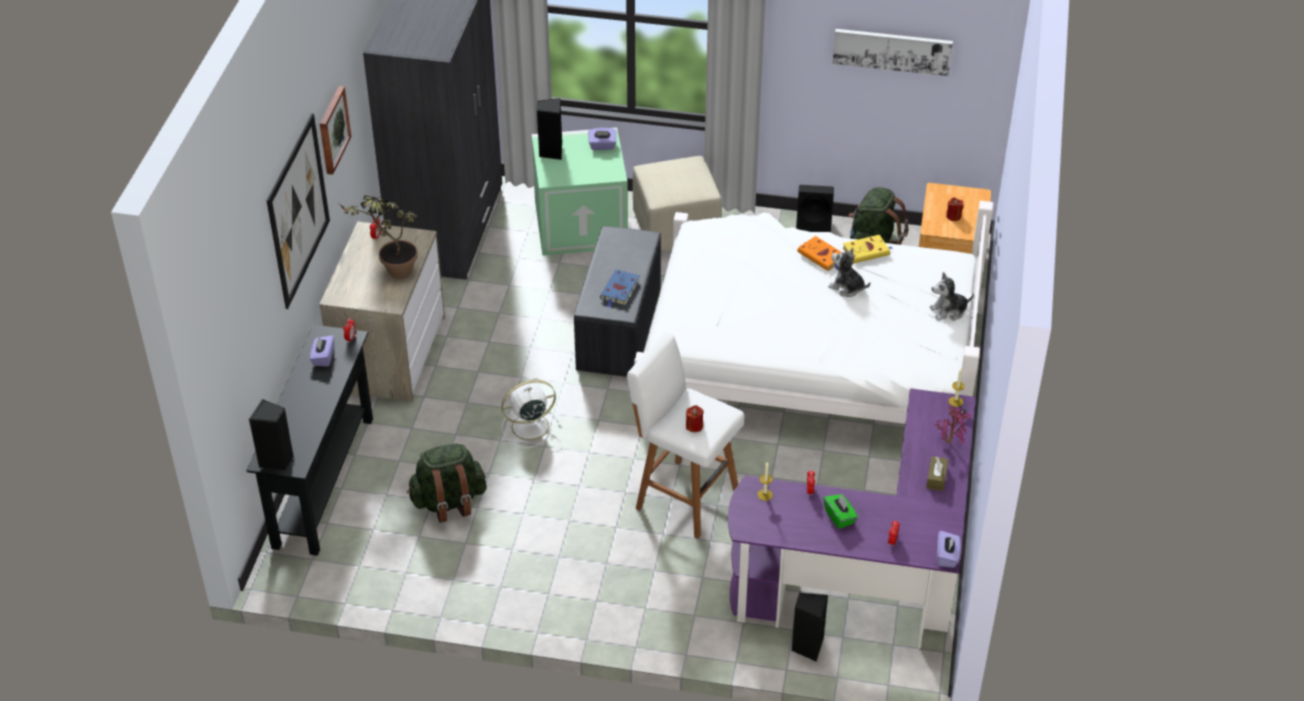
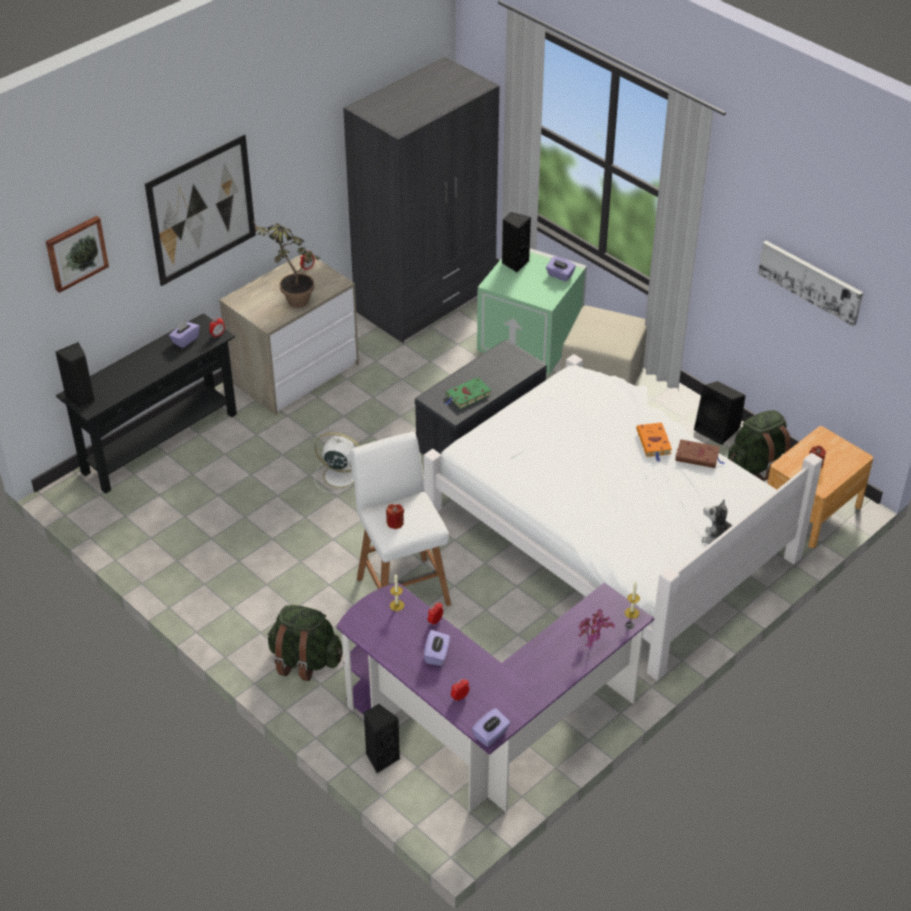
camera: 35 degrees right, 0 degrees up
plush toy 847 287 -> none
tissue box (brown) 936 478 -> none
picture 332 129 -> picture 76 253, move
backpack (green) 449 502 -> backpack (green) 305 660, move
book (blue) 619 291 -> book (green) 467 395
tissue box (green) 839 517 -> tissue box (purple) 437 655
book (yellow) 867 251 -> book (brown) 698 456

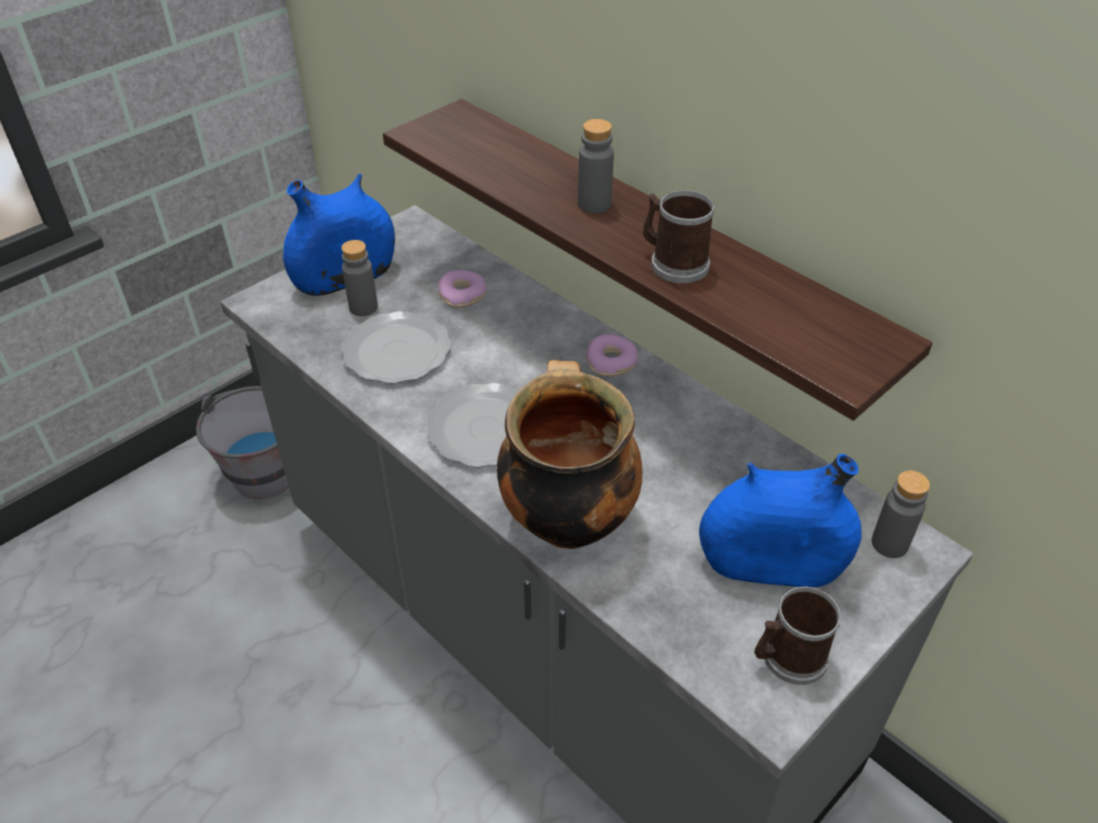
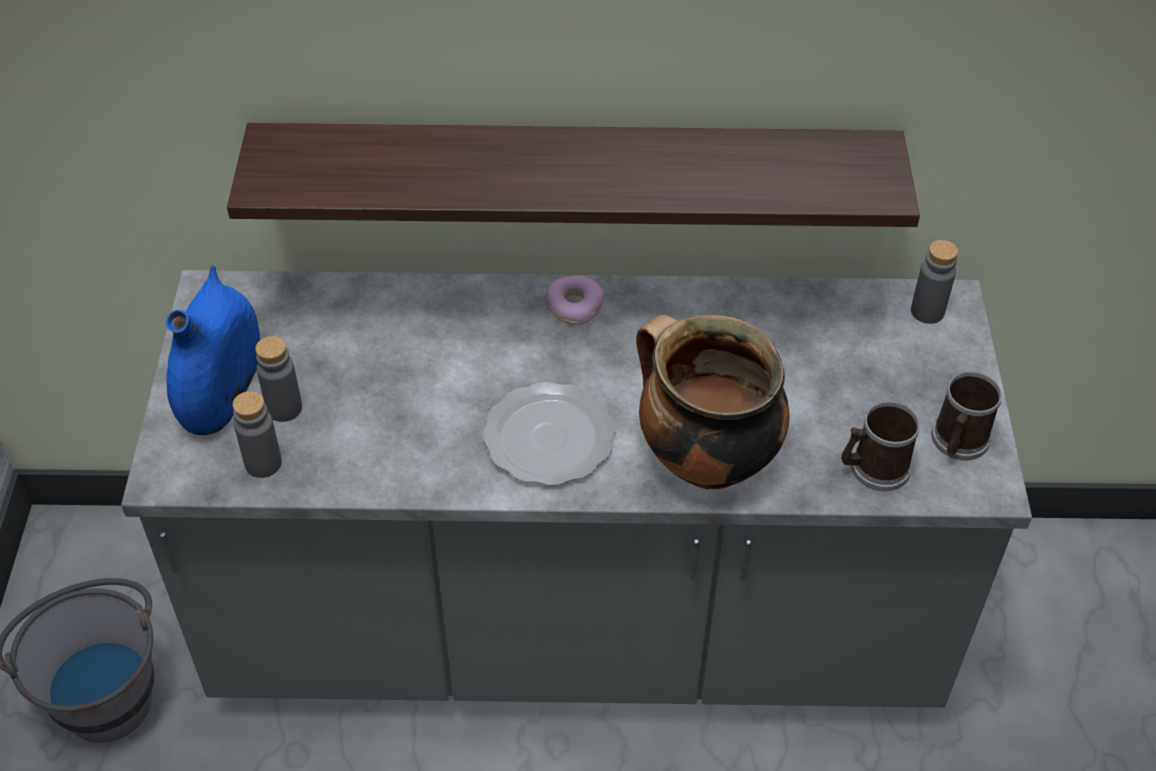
camera: 45 degrees left, 5 degrees up
plate 395 351 -> none
donut 462 295 -> none
vase (blue) 771 564 -> none
bottle (grey) 594 204 -> bottle (grey) 263 463, move
mug 673 263 -> mug 873 468, move

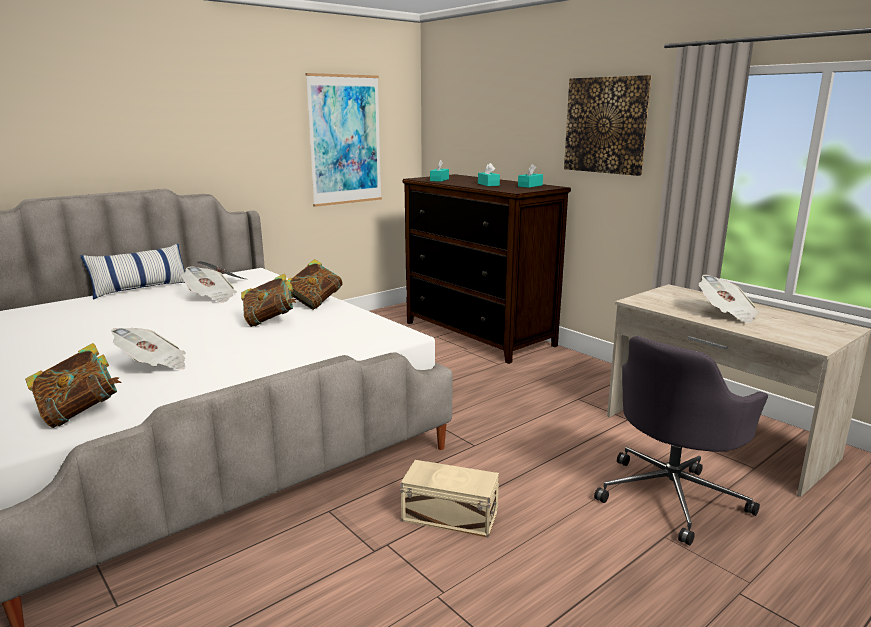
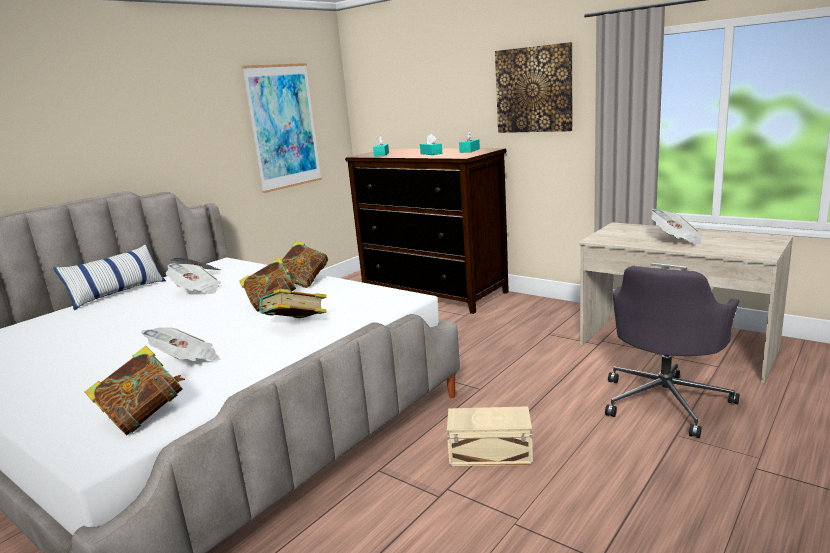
camera: 10 degrees left, 0 degrees up
none -> book 295 326

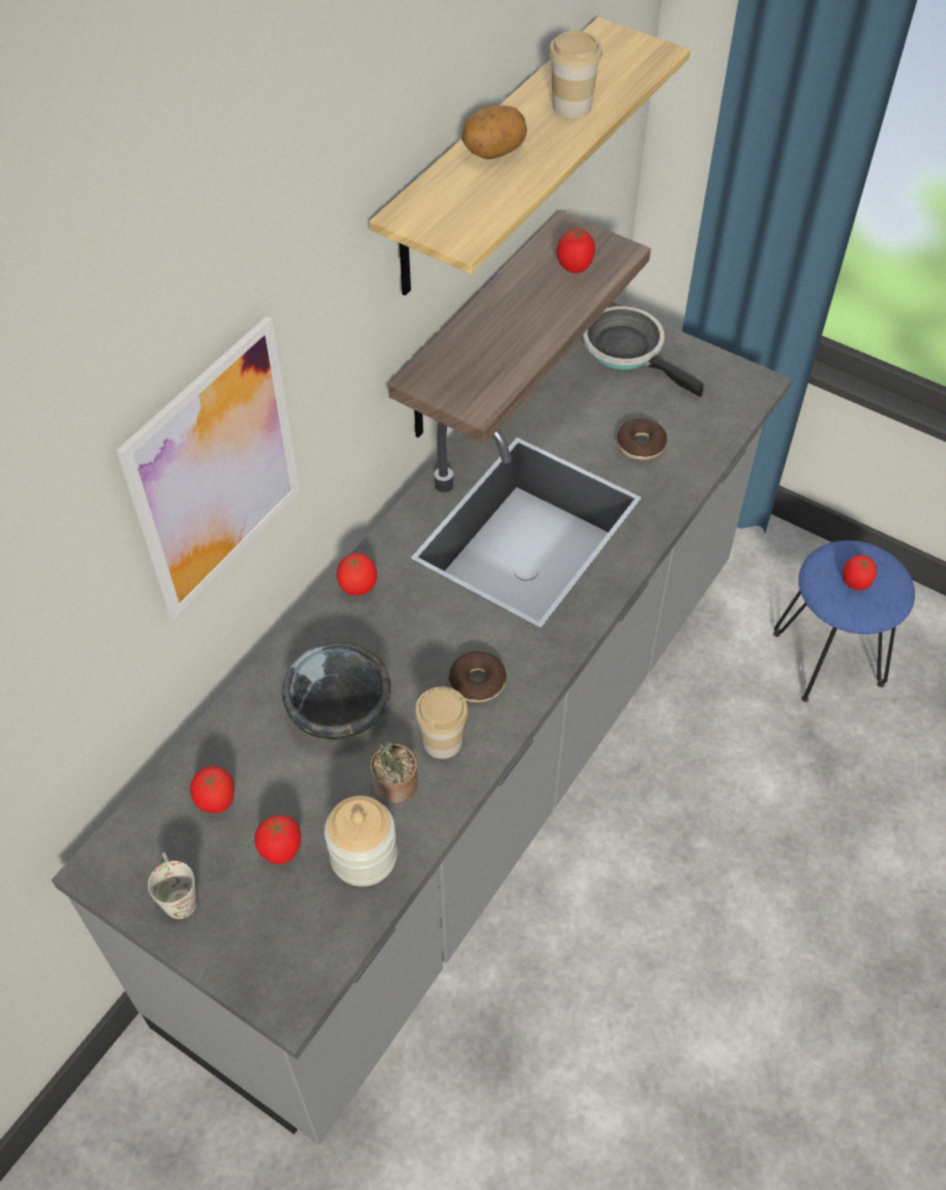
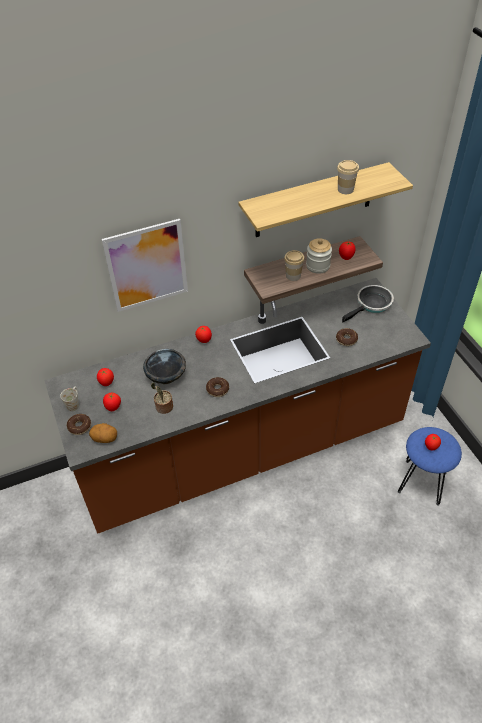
camera: 35 degrees right, 5 degrees down
none -> donut 79 426
jar 363 856 -> jar 318 266, move
cup 442 741 -> cup 293 276, move
potato 493 153 -> potato 105 438, move
counter (grey) 473 782 -> counter (brown) 243 451
frying pan 628 351 -> frying pan 372 304, 60 degrees clockwise

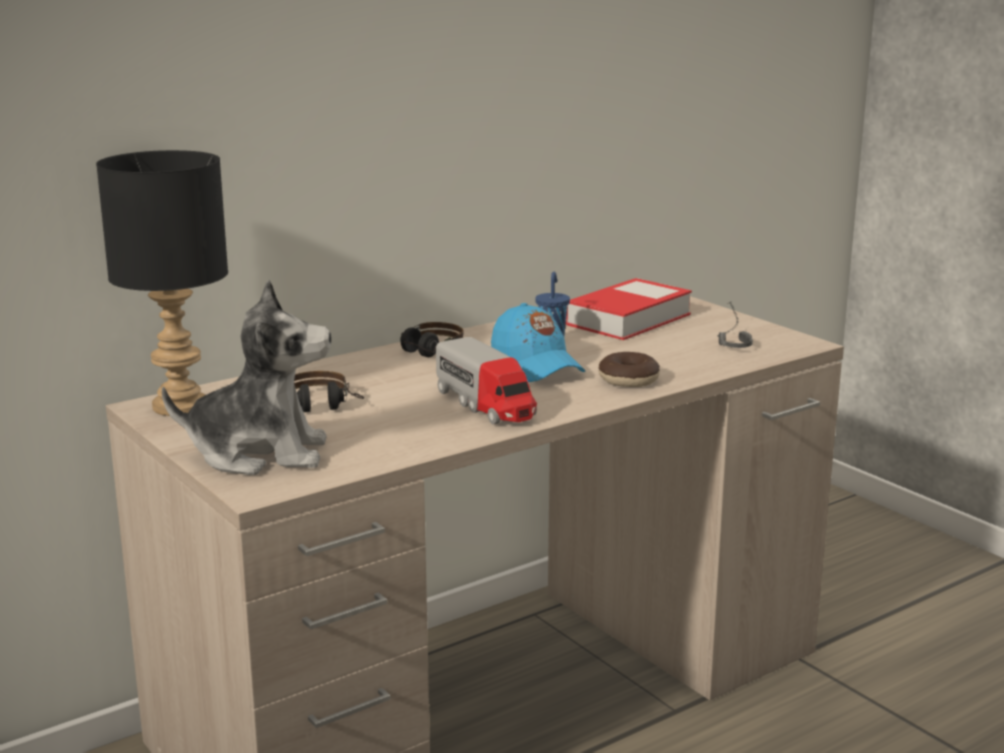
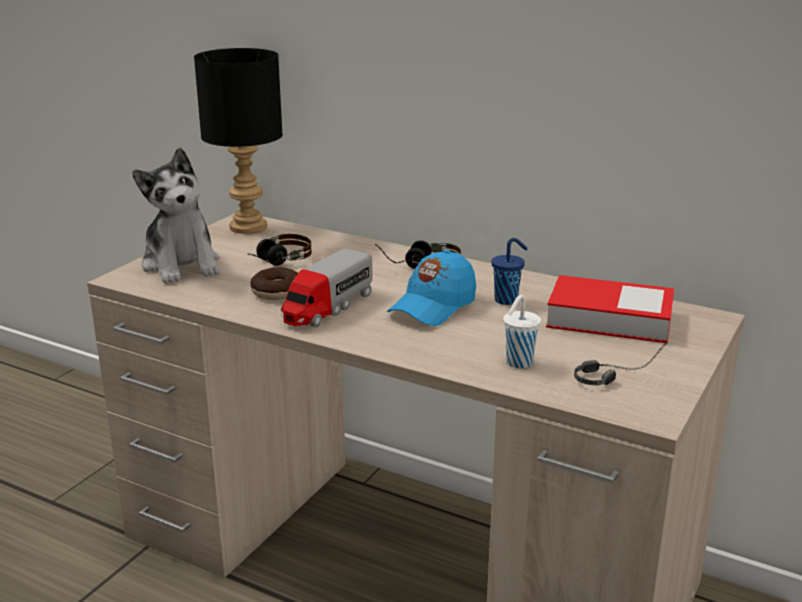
camera: 65 degrees right, 5 degrees up
none -> cup (white) 518 363
donut 628 379 -> donut 277 292, move

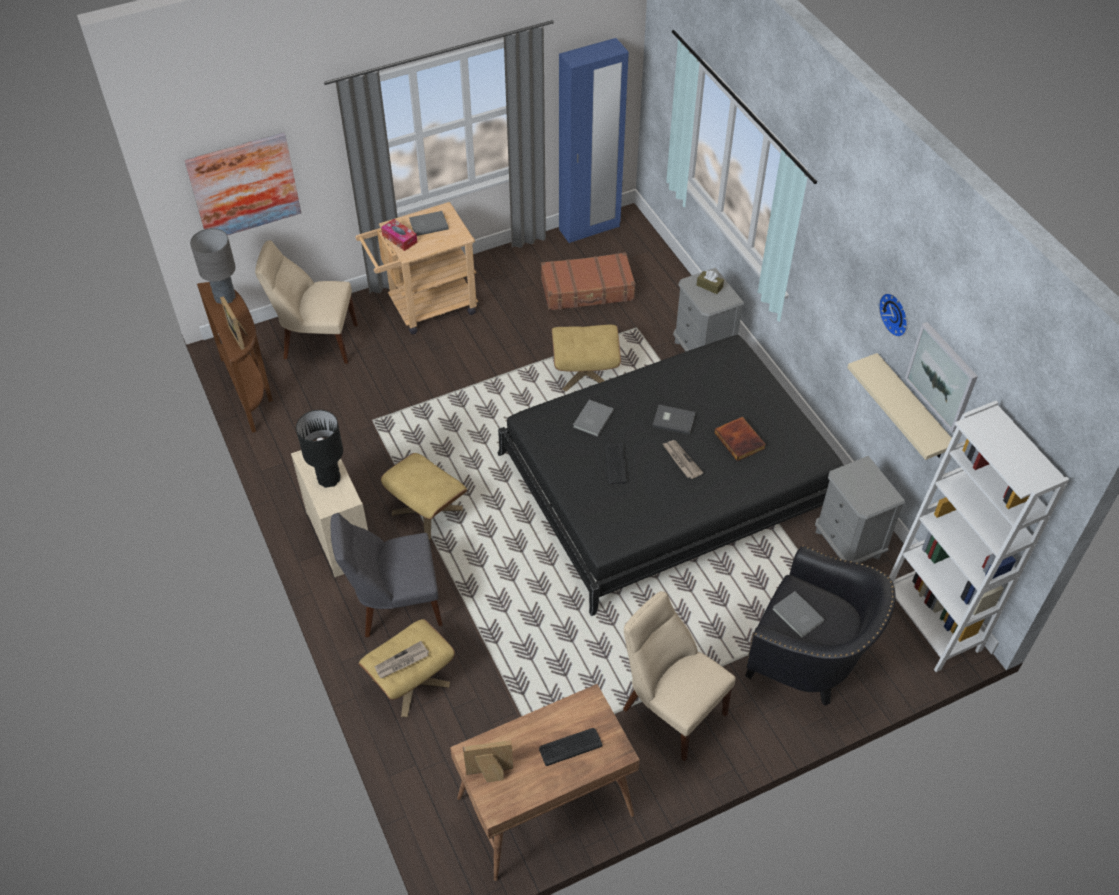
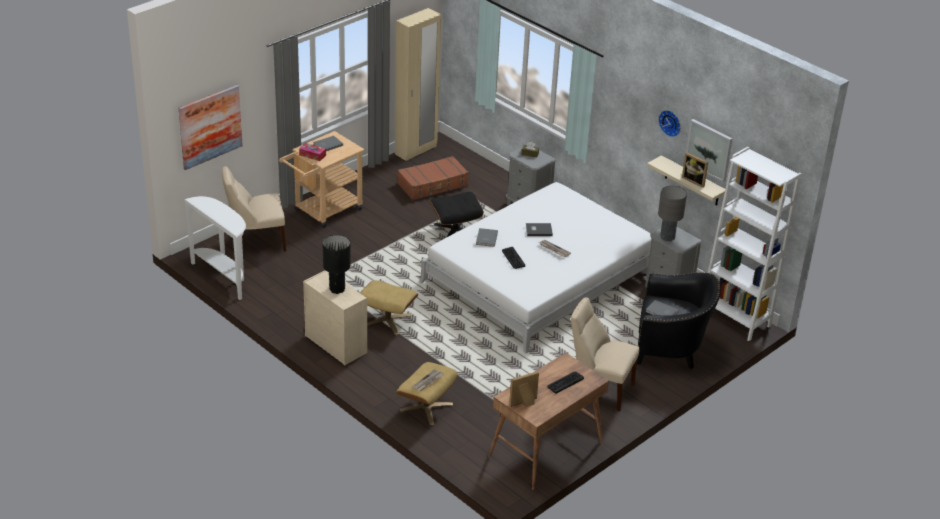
camera: 20 degrees left, 15 degrees down
chair (grey) 395 605 -> none
book 740 440 -> none
table lamp (grey) 225 298 -> table lamp (grey) 667 237, move
picture frame 240 336 -> picture frame 694 181, move
console table (brown) 250 390 -> console table (white) 223 277
bed (black) 668 481 -> bed (white) 540 277
ottoman (beige) 585 372 -> ottoman (black) 455 230
wardrobe (blue) 589 228 -> wardrobe (beige) 416 150

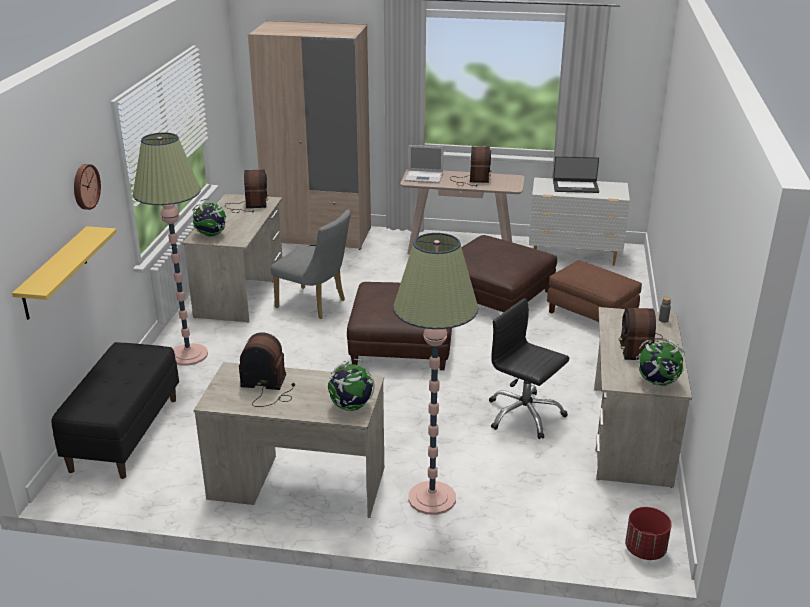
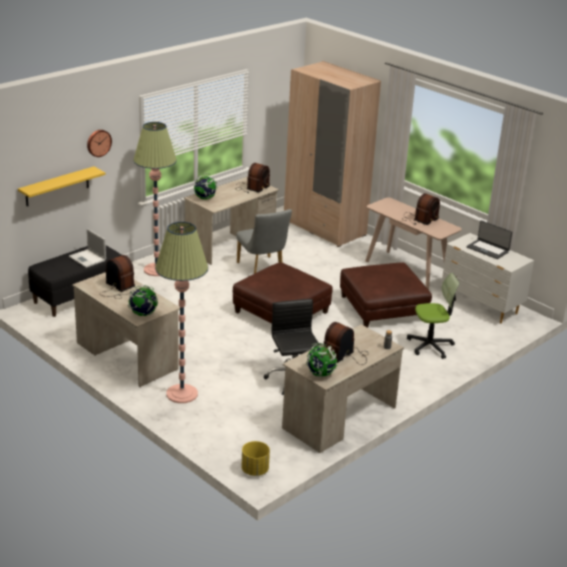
camera: 35 degrees right, 0 degrees up
laptop 424 177 -> laptop 88 259, move
ottoman (brown) 592 314 -> office chair 430 346
planter (red) 645 550 -> planter (yellow) 254 470

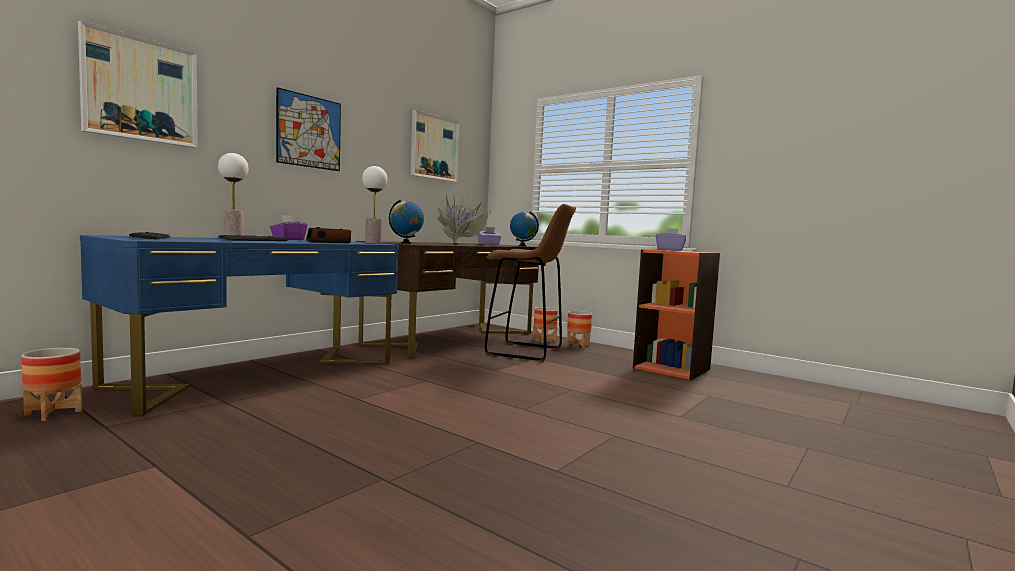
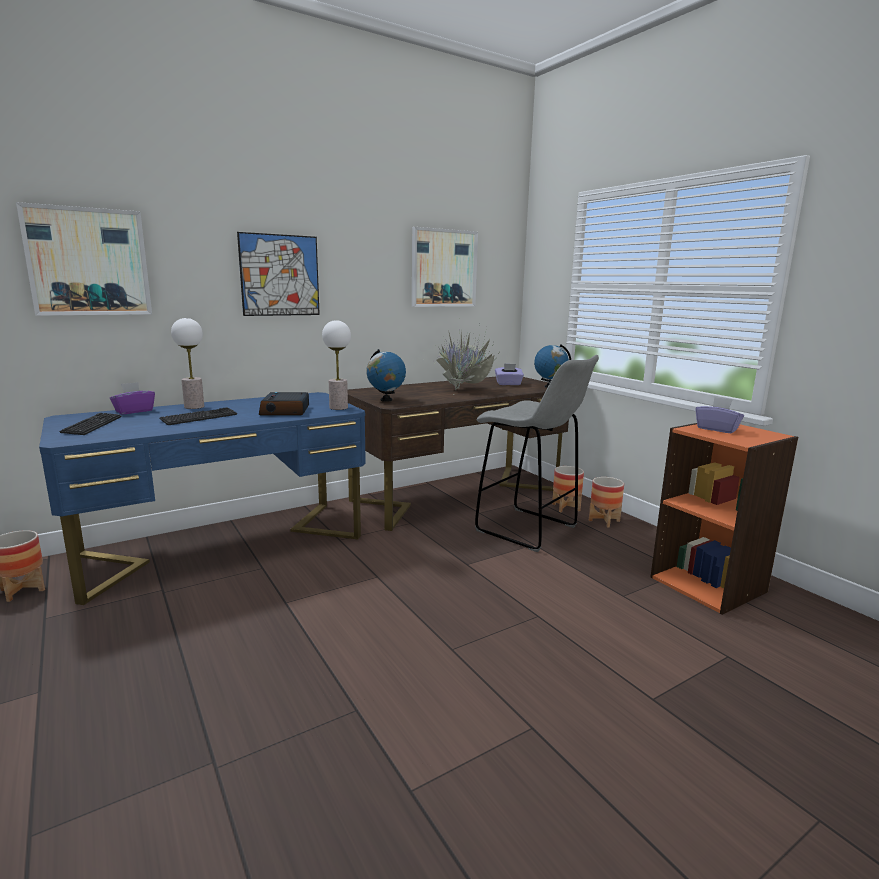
camera: 20 degrees right, 10 degrees up
tissue box (purple) 288 239 -> tissue box (purple) 134 411, move
stool (brown) 527 352 -> stool (grey) 529 530

